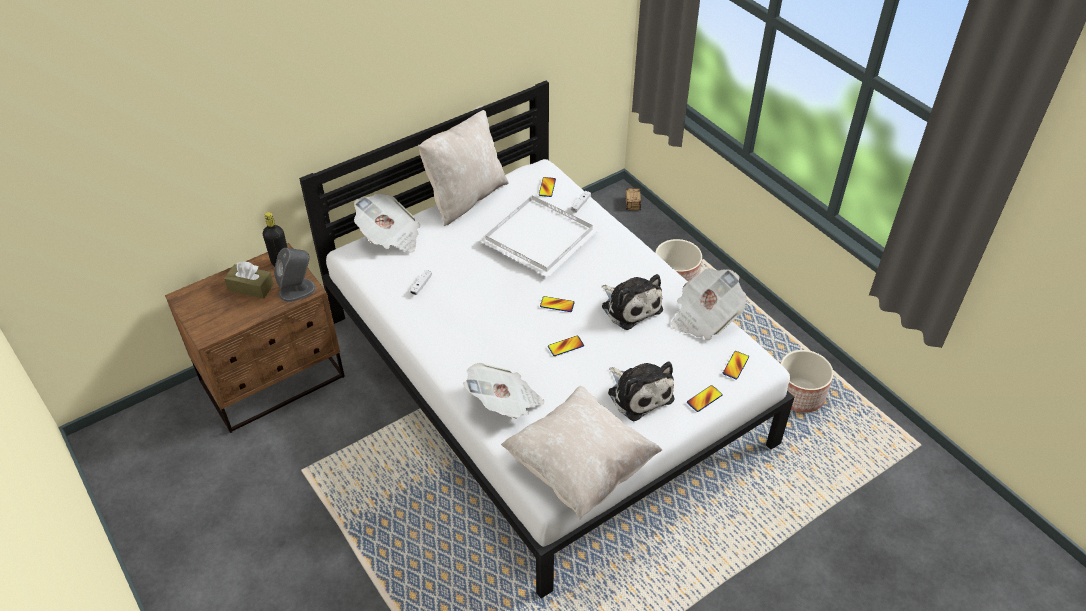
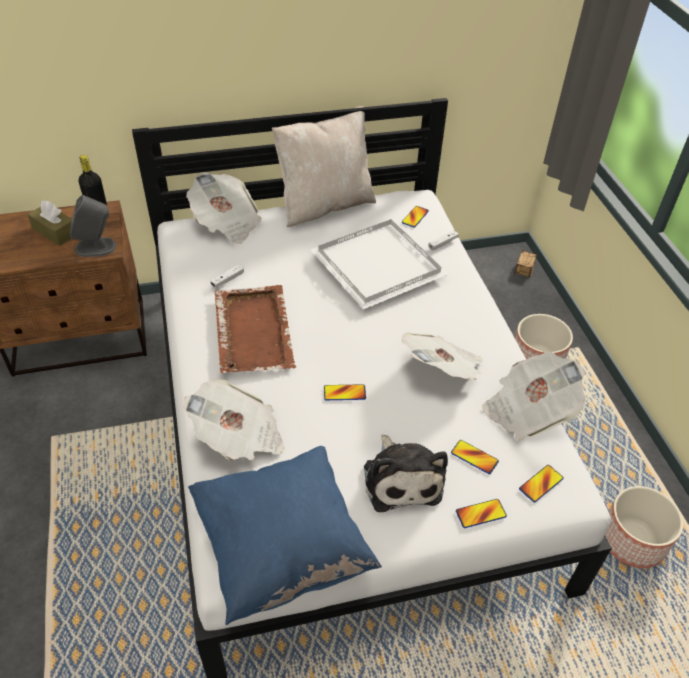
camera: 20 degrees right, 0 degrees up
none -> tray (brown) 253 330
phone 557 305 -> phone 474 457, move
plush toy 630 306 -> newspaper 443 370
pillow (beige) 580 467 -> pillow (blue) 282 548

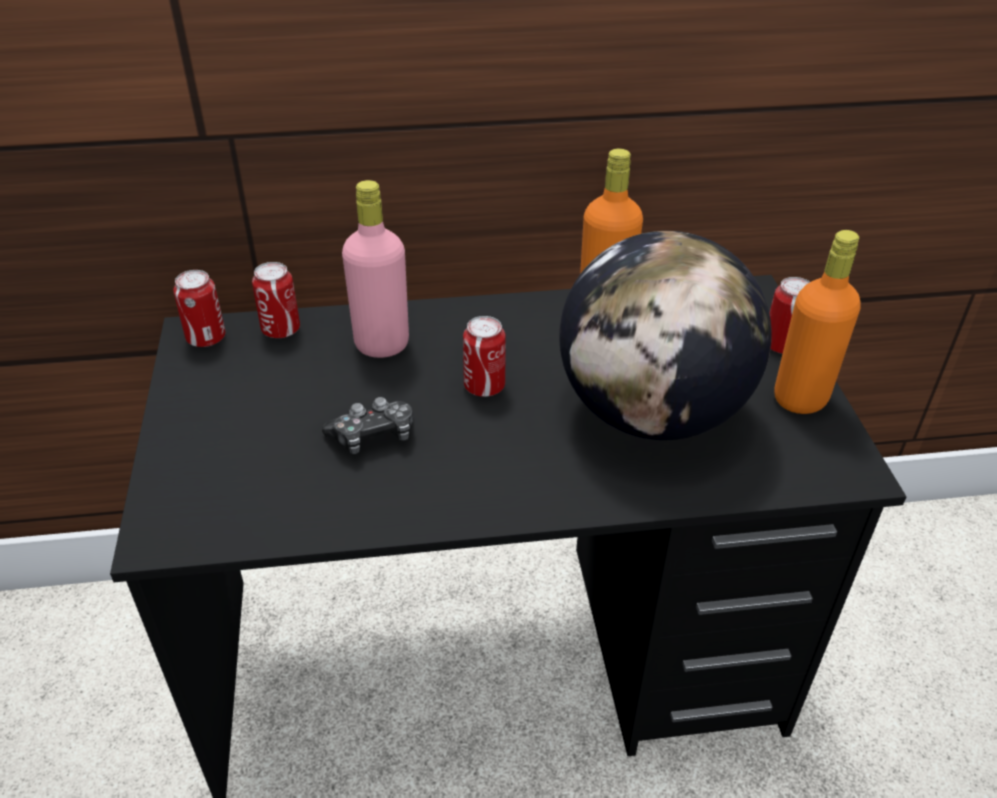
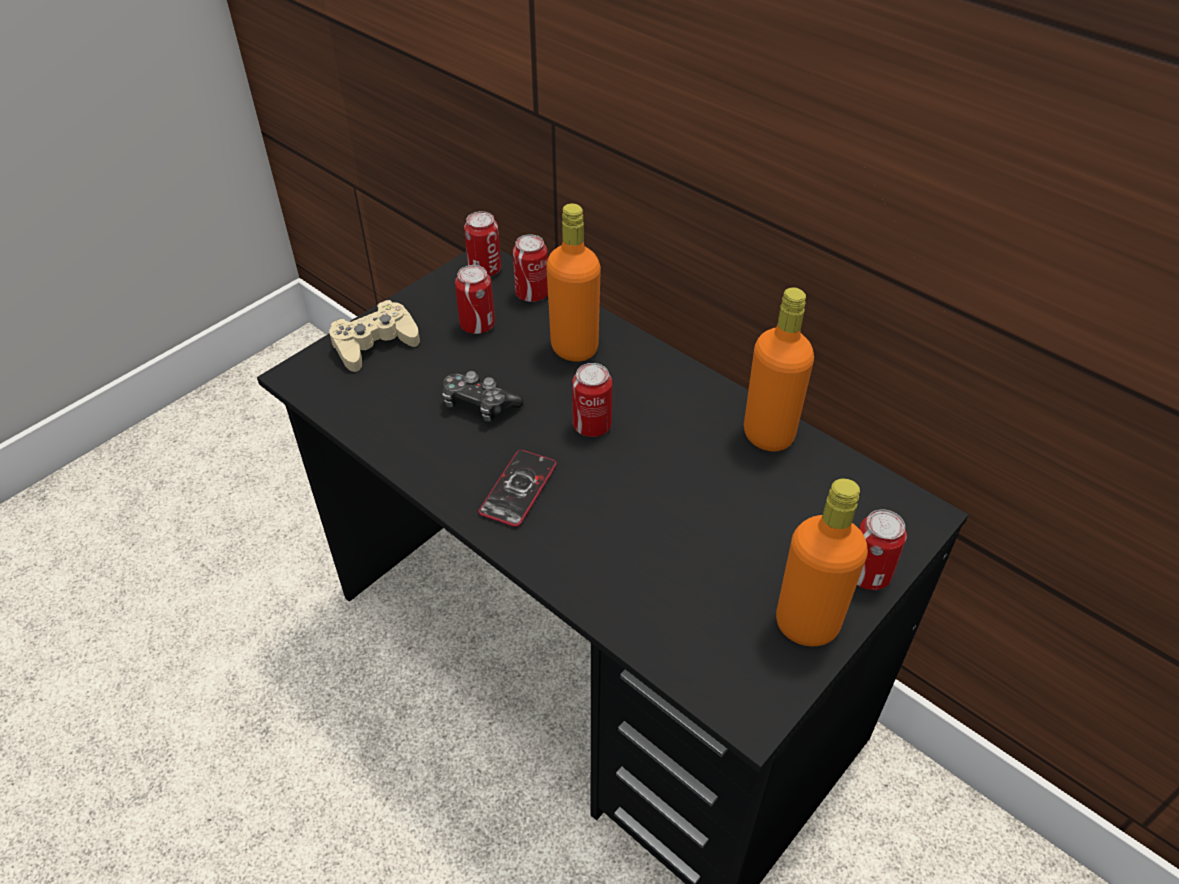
camera: 50 degrees right, 5 degrees up
globe 651 413 -> none
none -> game controller (beige) 374 343
none -> can 477 325
none -> phone 518 489
bottle (pink) 382 344 -> bottle (orange) 574 348

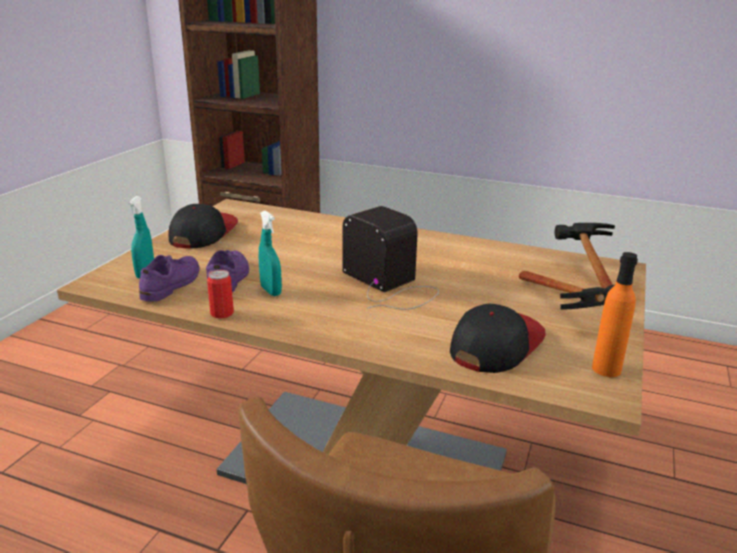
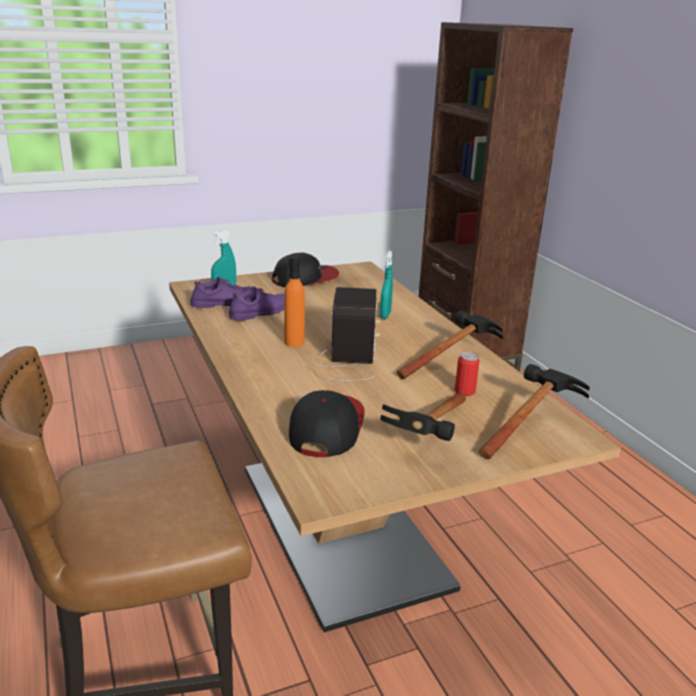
camera: 45 degrees right, 0 degrees up
none -> hammer 452 360
can 222 313 -> can 465 391, move
spray bottle (turquoise) 271 291 -> spray bottle (turquoise) 385 315, move
bottle (orange) 606 369 -> bottle (orange) 294 342, move
cap 495 344 -> cap 326 427, 75 degrees counterclockwise

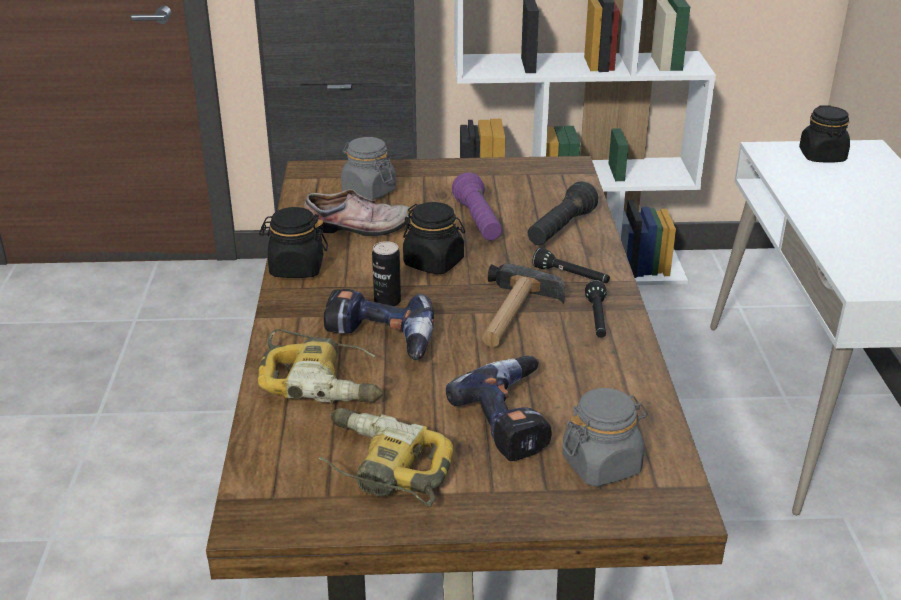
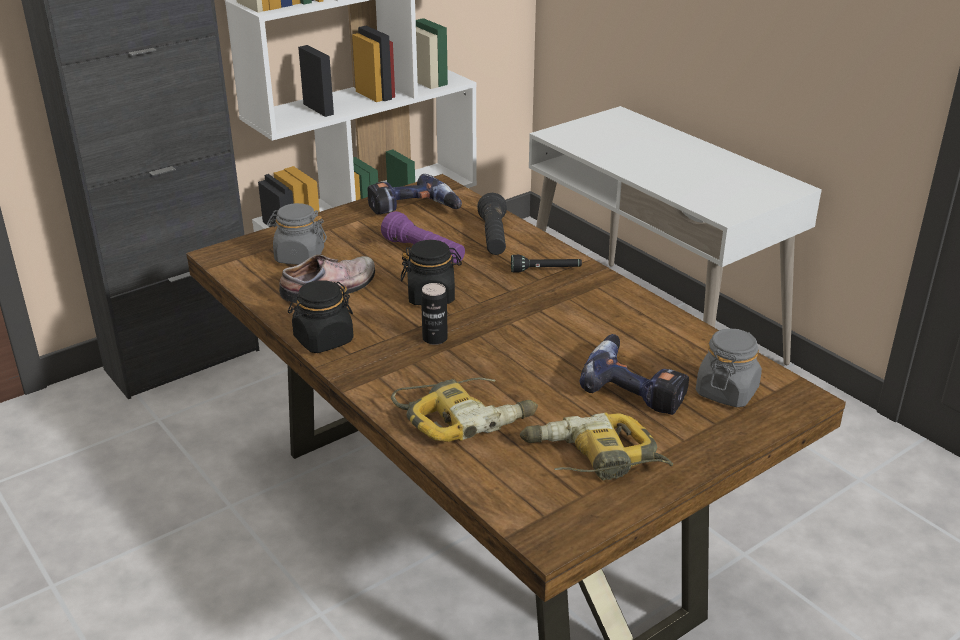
camera: 35 degrees left, 0 degrees up
hammer 512 315 -> none
flashlight (black) 597 319 -> none
jar (black) 822 156 -> none
power drill 379 340 -> power drill 414 210, move

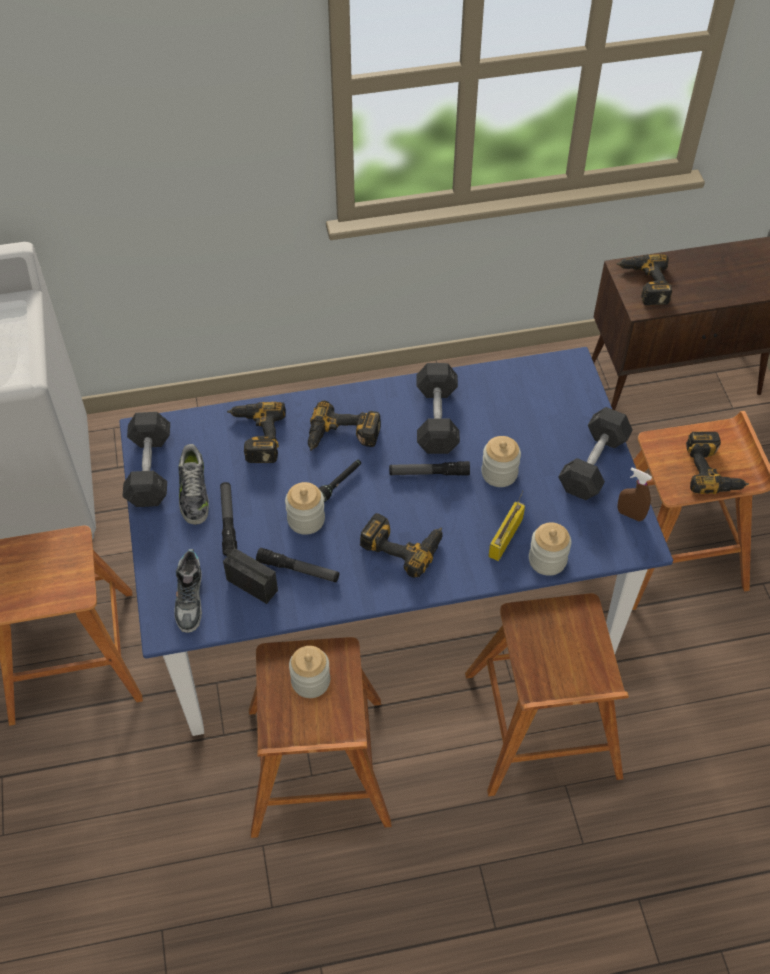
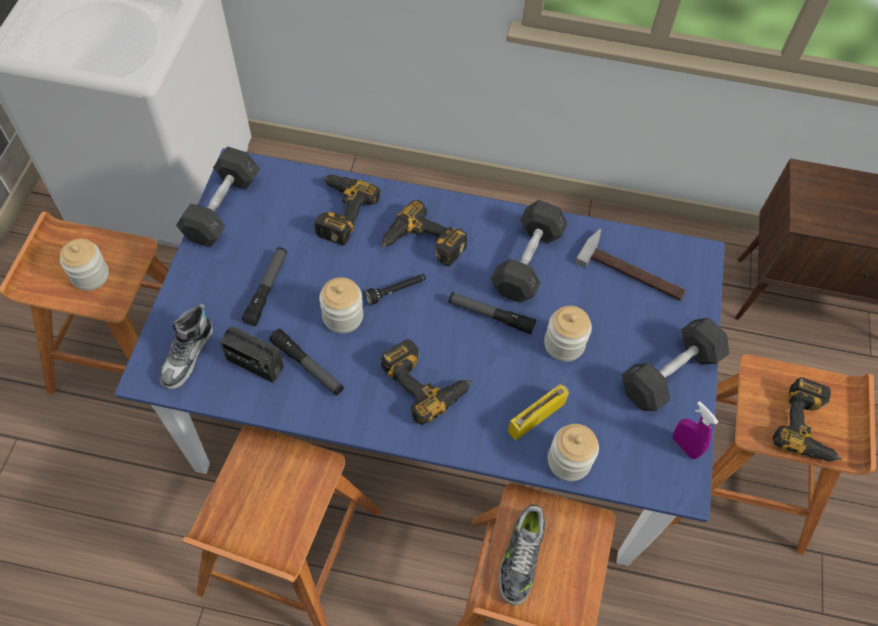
camera: 20 degrees right, 5 degrees up
power drill 643 284 -> none
none -> hammer 633 270
shoe 193 492 -> shoe 520 557, move
jar 310 681 -> jar 90 275, move
spray bottle (brown) 630 514 -> spray bottle (purple) 684 446
radio 252 585 -> radio 255 364, 150 degrees clockwise

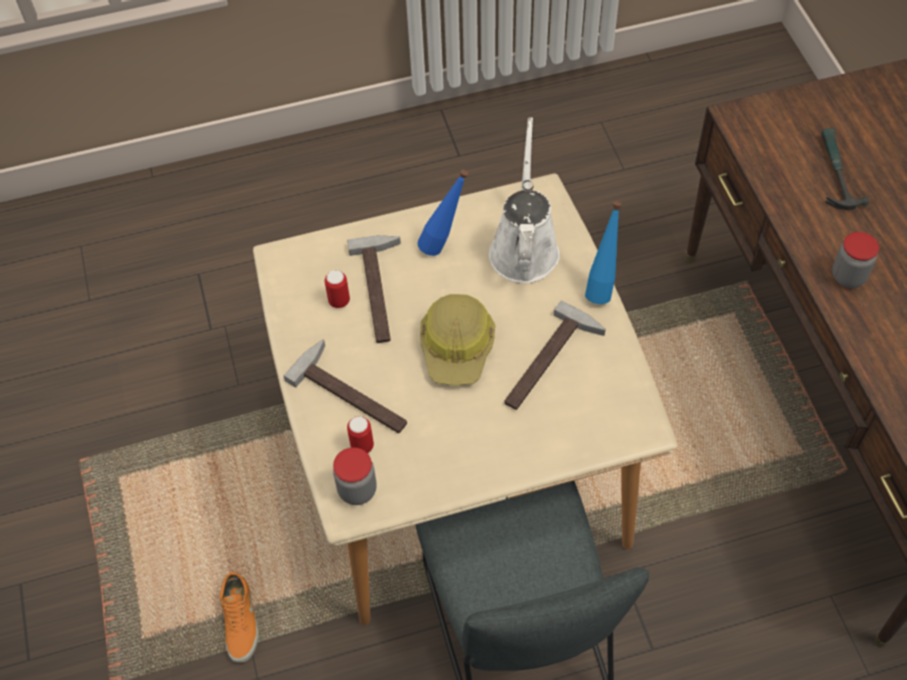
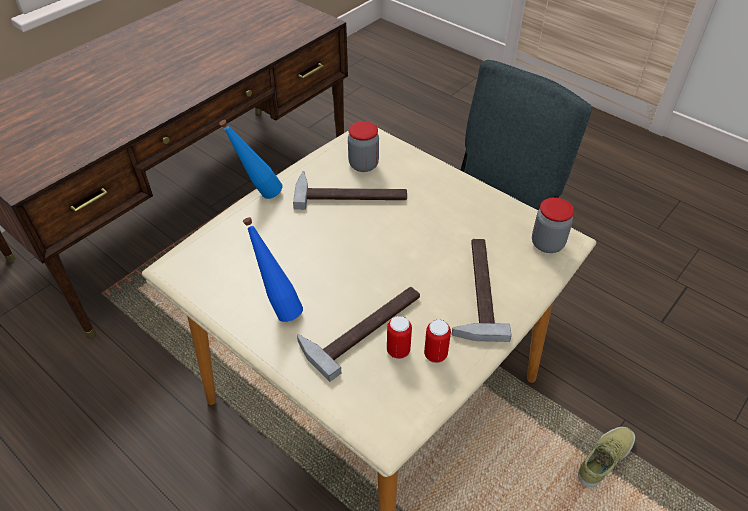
camera: 125 degrees left, 10 degrees down
hard hat 457 346 -> none
watering can (white) 524 247 -> none
hammer 835 172 -> none
can 362 446 -> can 435 354, move
jar 848 276 -> jar 363 165, move
shoe (orange) 241 621 -> shoe (beige) 603 457

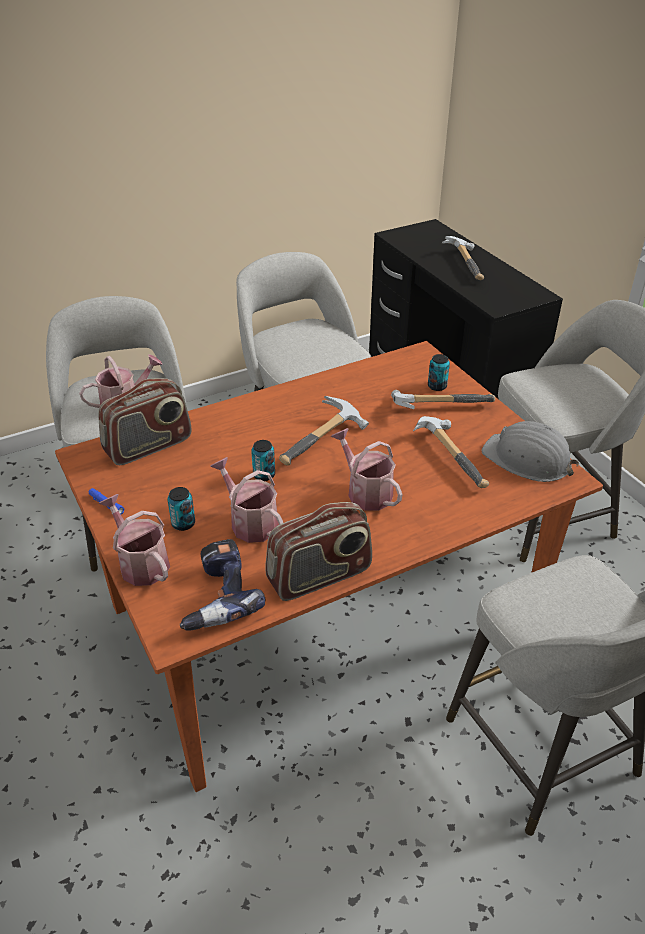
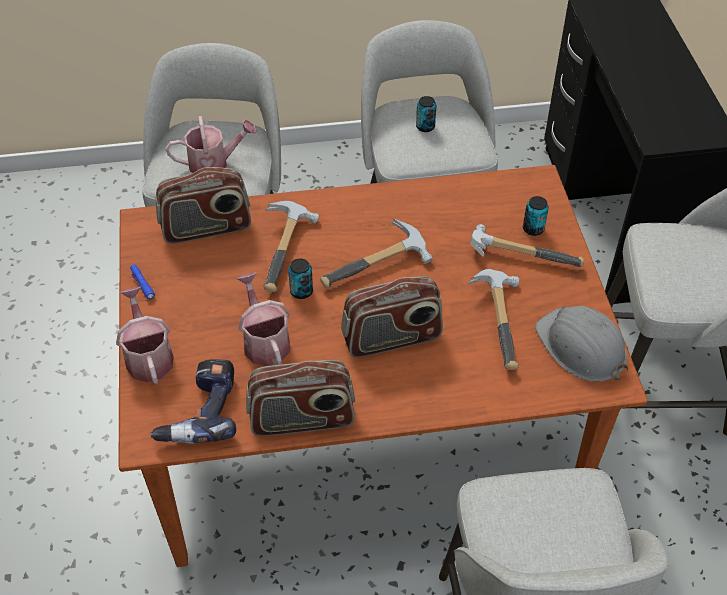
camera: 20 degrees right, 10 degrees up
can 183 523 -> can 425 127, move
hammer 468 264 -> hammer 289 251, move
watering can 365 491 -> radio 392 338

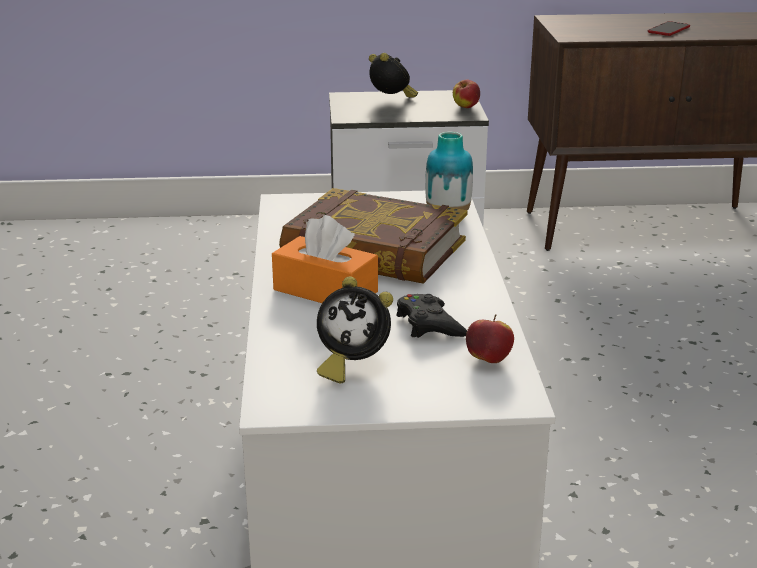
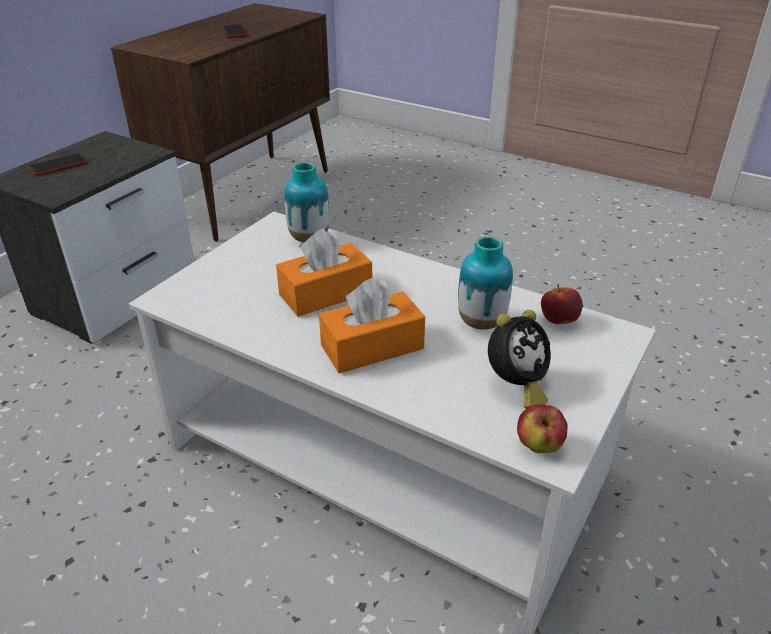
camera: 55 degrees left, 10 degrees up
apple 465 107 -> apple 538 446, move
book 374 250 -> tissue box (orange) 326 293
alarm clock 391 100 -> phone 58 165
game controller (black) 429 324 -> vase 481 322

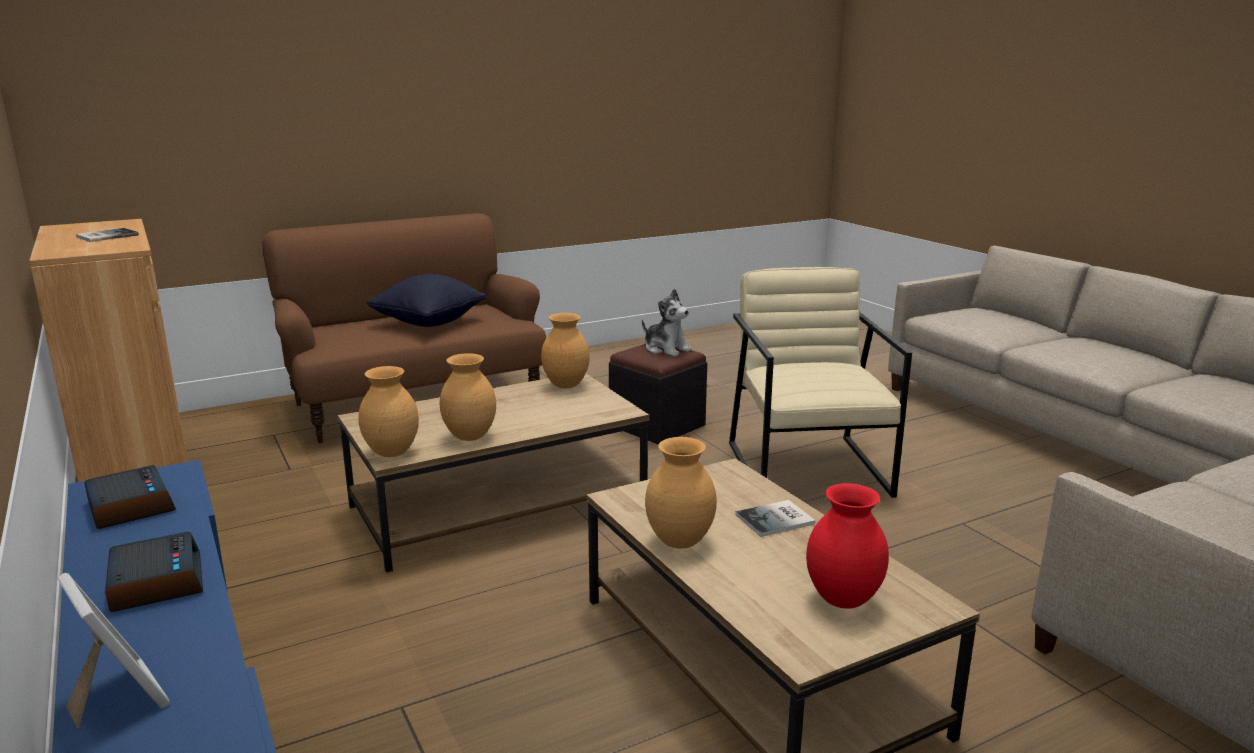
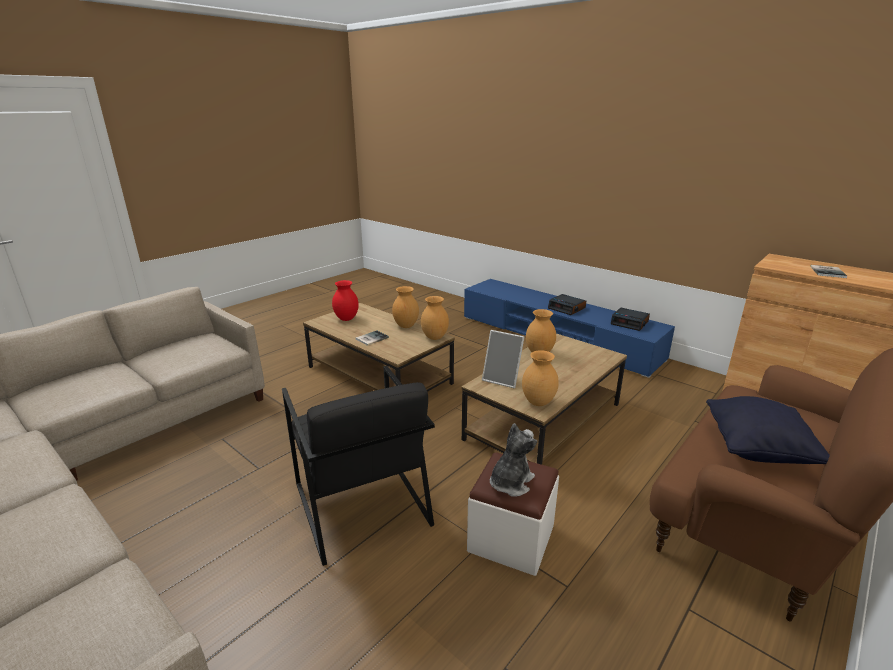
camera: 160 degrees right, 5 degrees up
picture frame 118 698 -> picture frame 502 379, move
vase (brown) 393 453 -> vase (brown) 434 337, move
ottoman (black) 657 425 -> ottoman (white) 511 538
armchair (beige) 808 468 -> armchair (black) 361 504
plush toy 666 349 -> plush toy 510 482, 105 degrees clockwise

